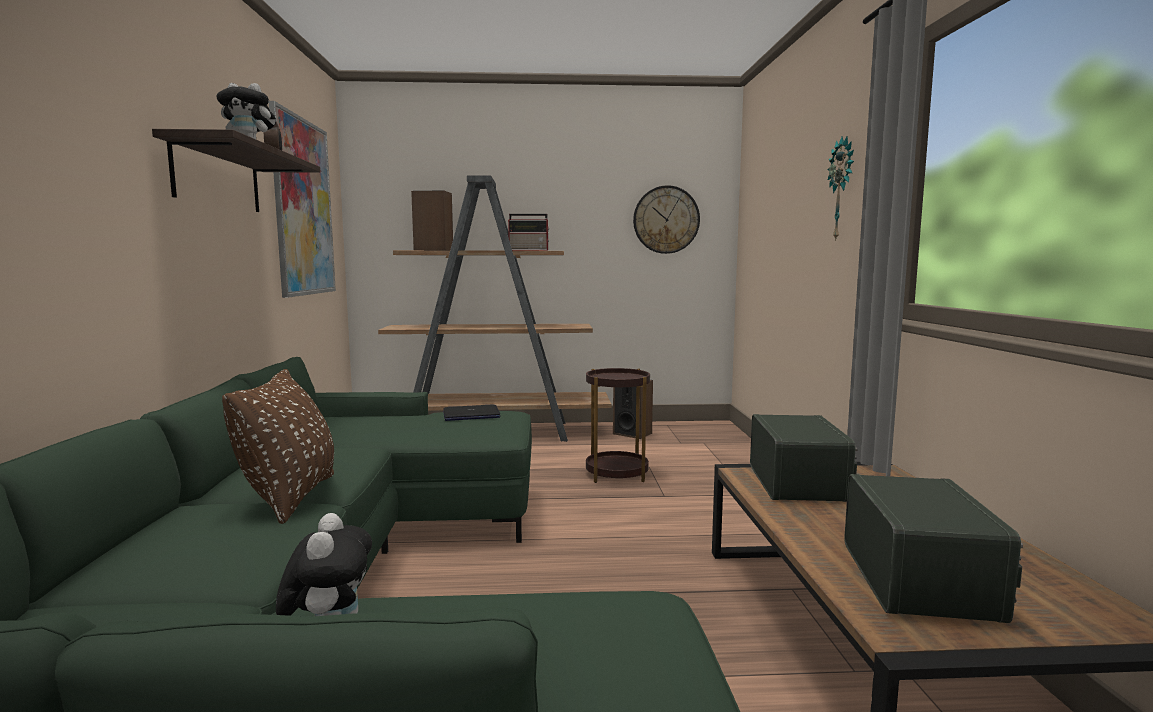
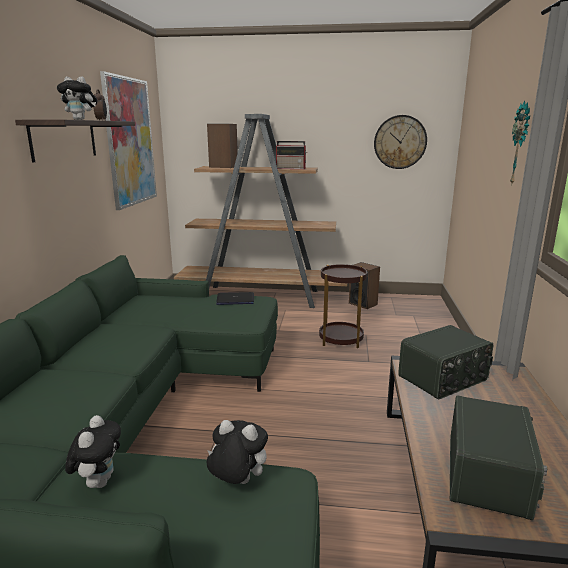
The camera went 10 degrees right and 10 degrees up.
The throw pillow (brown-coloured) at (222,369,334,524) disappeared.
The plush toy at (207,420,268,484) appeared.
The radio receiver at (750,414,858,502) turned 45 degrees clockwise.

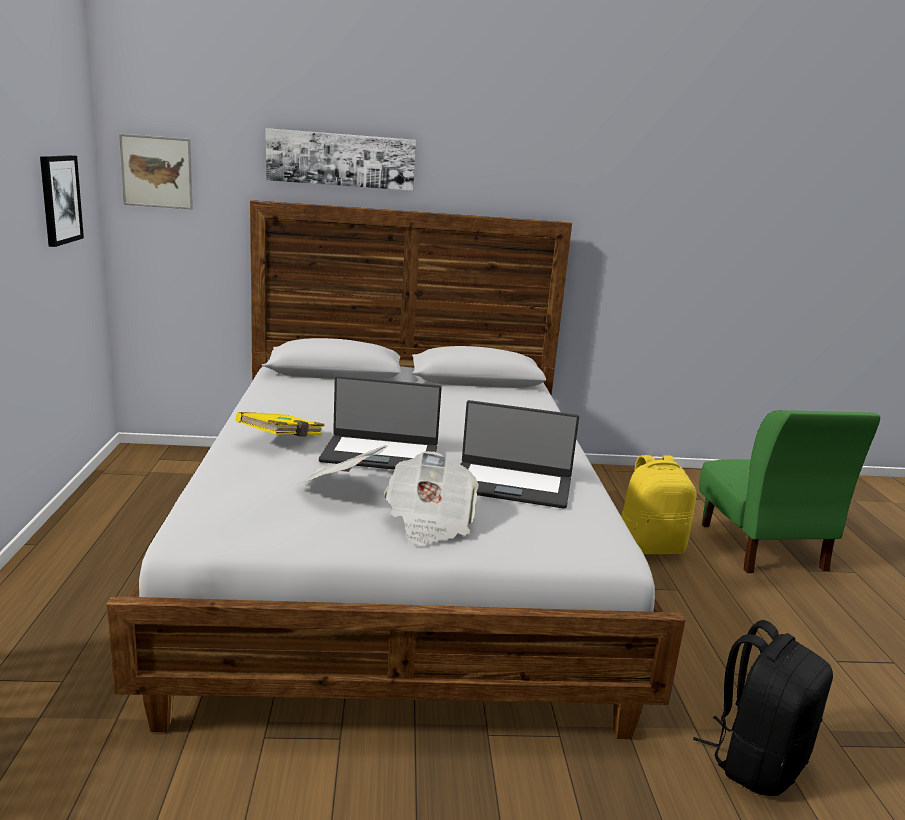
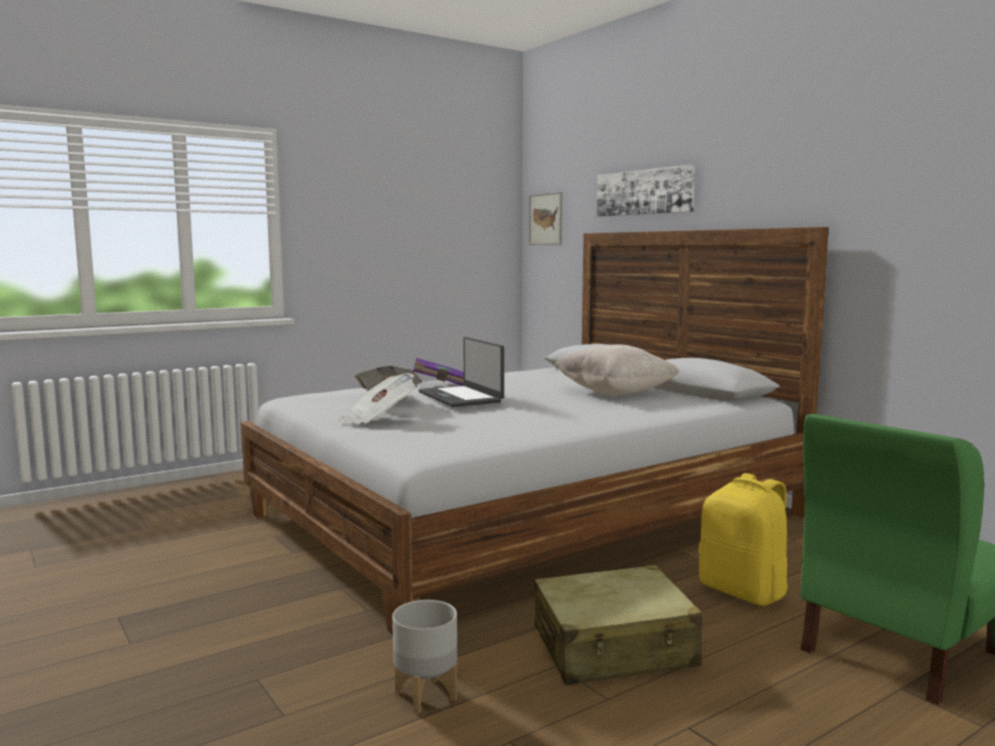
The camera went 60 degrees right and 10 degrees down.
The picture at (40,155,84,247) disappeared.
The portable computer at (460,400,579,509) disappeared.
The piece of luggage (sand-coloured) at (534,565,703,685) appeared.
The throw pillow (sand-coloured) at (554,344,679,395) appeared.
The knapsack (black-coloured) at (693,620,833,796) was replaced by the planter (grey) at (392,600,457,714).
The bound book (yellowish) at (236,412,325,437) became the bound book (purple-coloured) at (413,358,464,385).

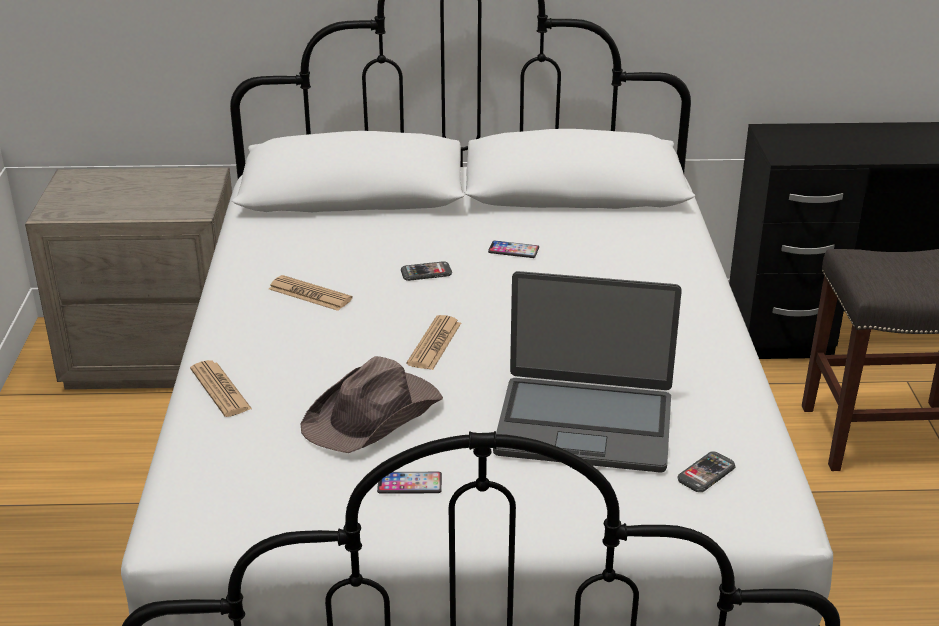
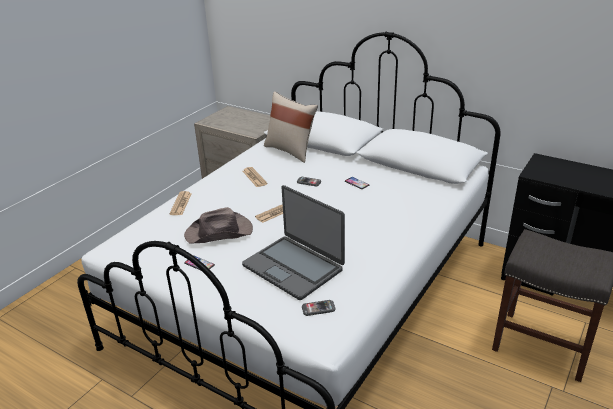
The camera went 35 degrees right and 0 degrees up.
The throw pillow (sand-coloured) at (264,91,318,163) appeared.

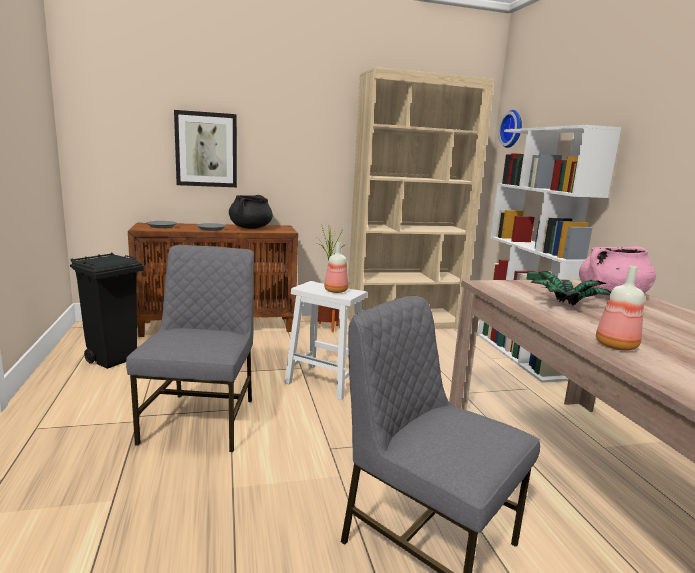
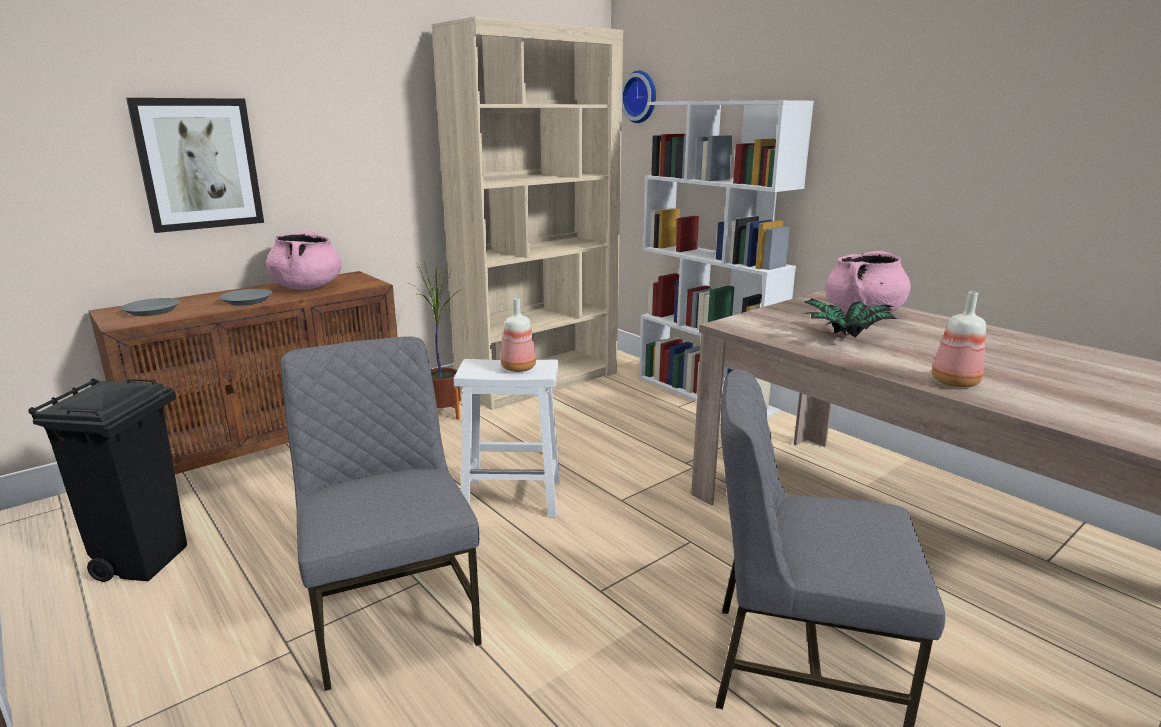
The camera went 25 degrees left and 5 degrees up.
The saucepot (black-coloured) at (229,195,273,229) became the saucepot (pink-coloured) at (266,230,341,290).

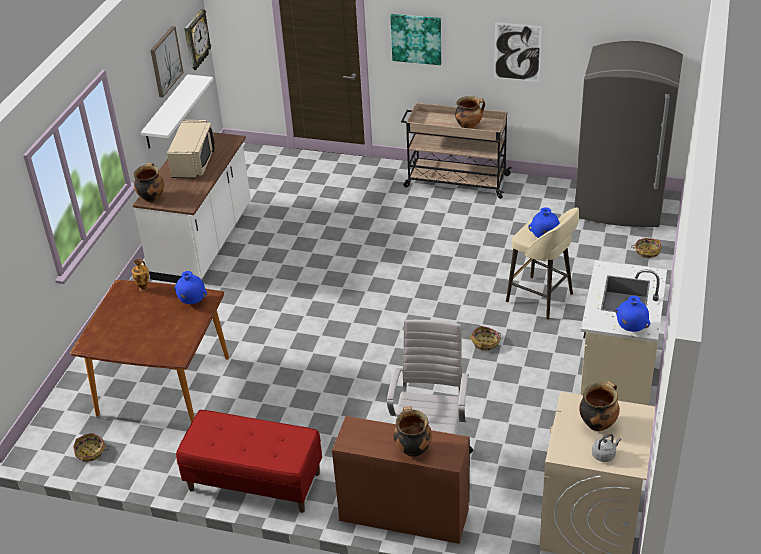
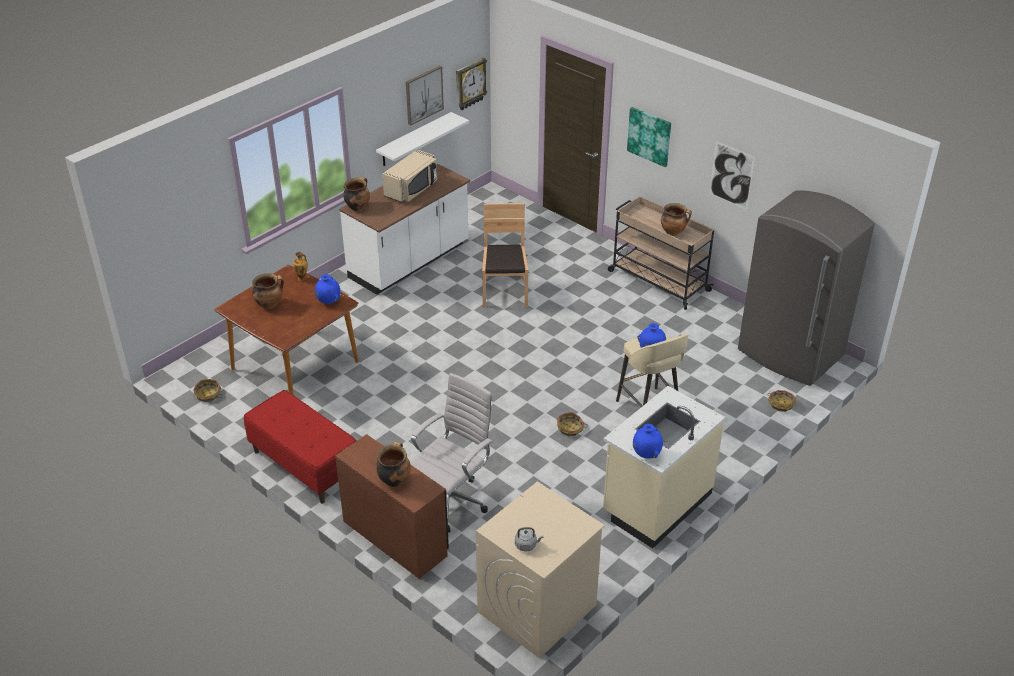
The camera went 25 degrees right and 0 degrees up.
The plain chair (brown-coloured) at (482,203,528,308) appeared.
The saucepot moved from (579,381,620,431) to (252,273,284,309).

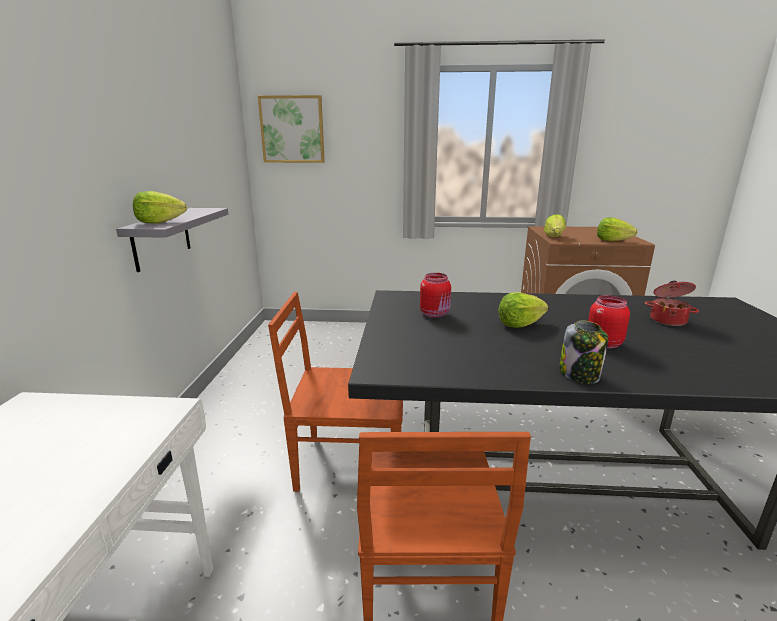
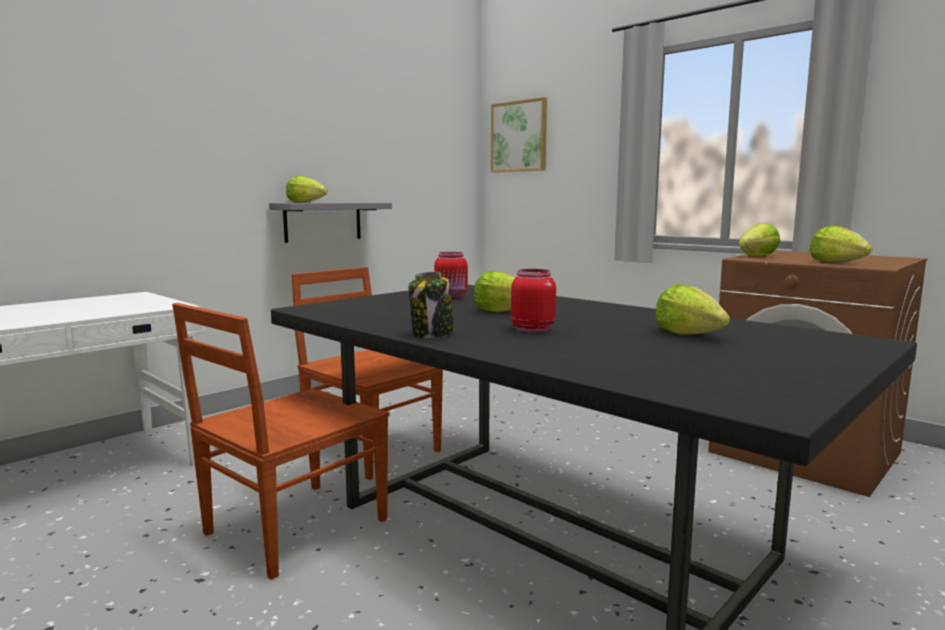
The camera went 40 degrees right and 10 degrees down.
The saucepot at (645,281,699,326) was replaced by the head of lettuce at (655,284,730,335).

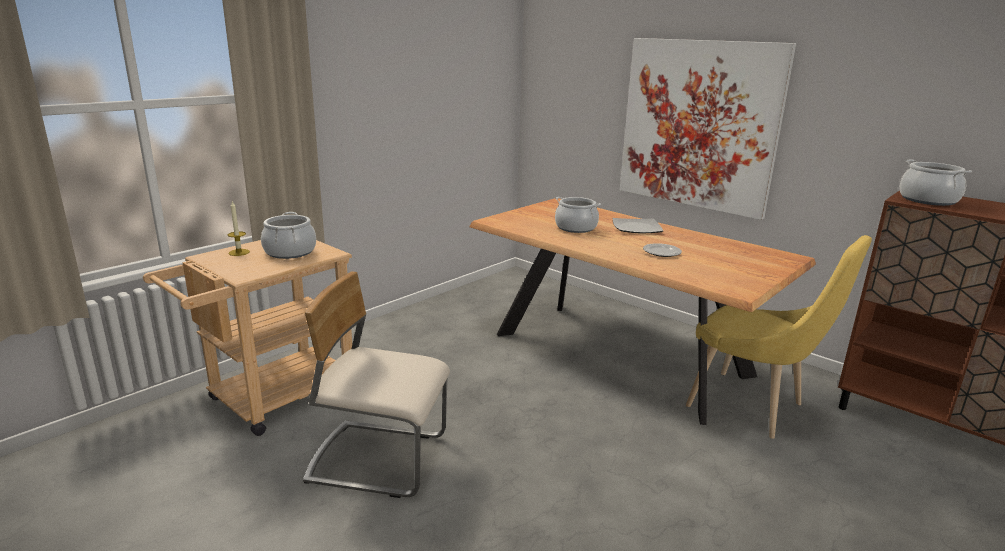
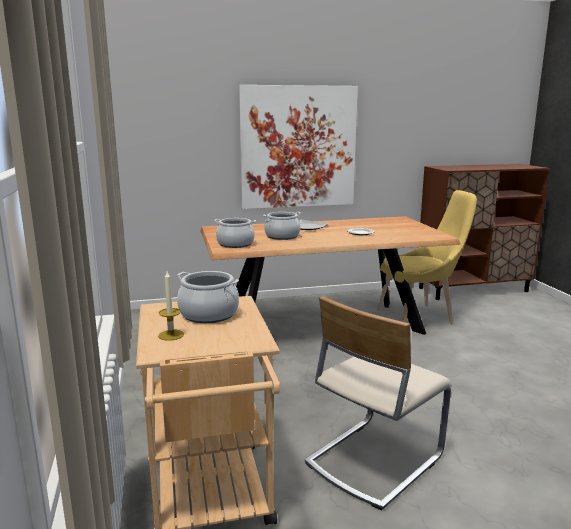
The camera went 55 degrees left and 5 degrees down.
The saucepot moved from (900,159,972,206) to (214,218,256,248).

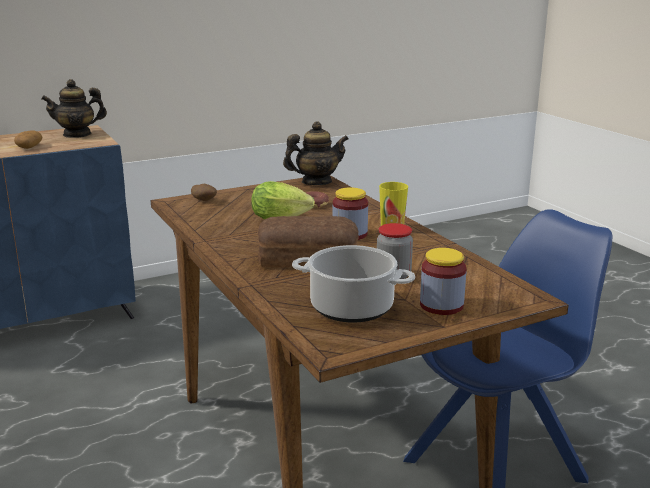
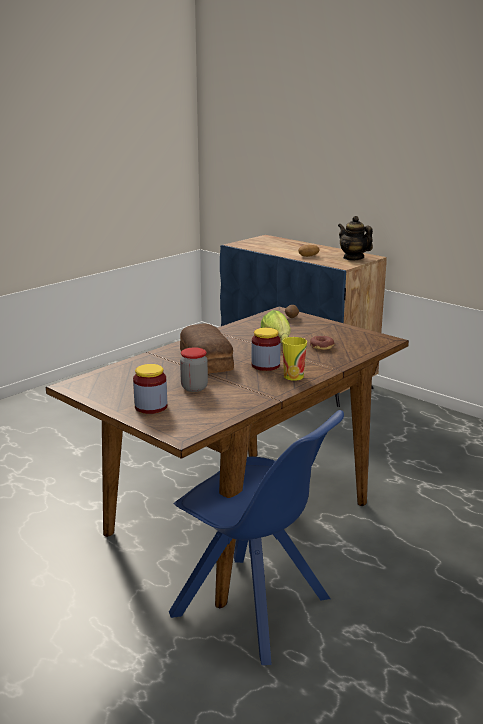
The camera went 70 degrees right and 0 degrees up.
The tea pot at (283,121,349,185) disappeared.
The saucepot at (292,245,415,323) disappeared.

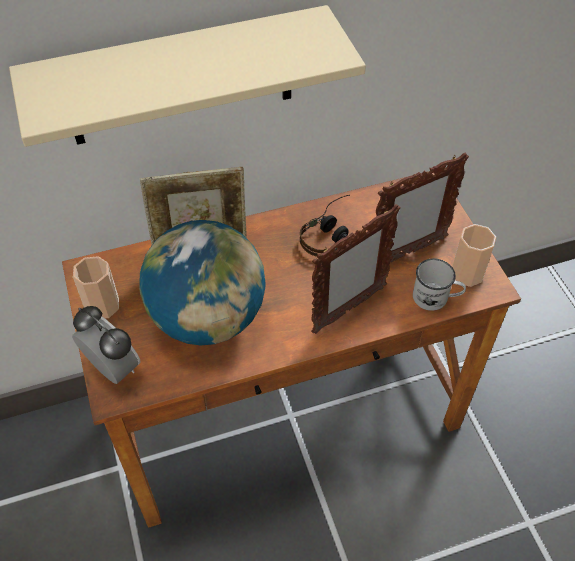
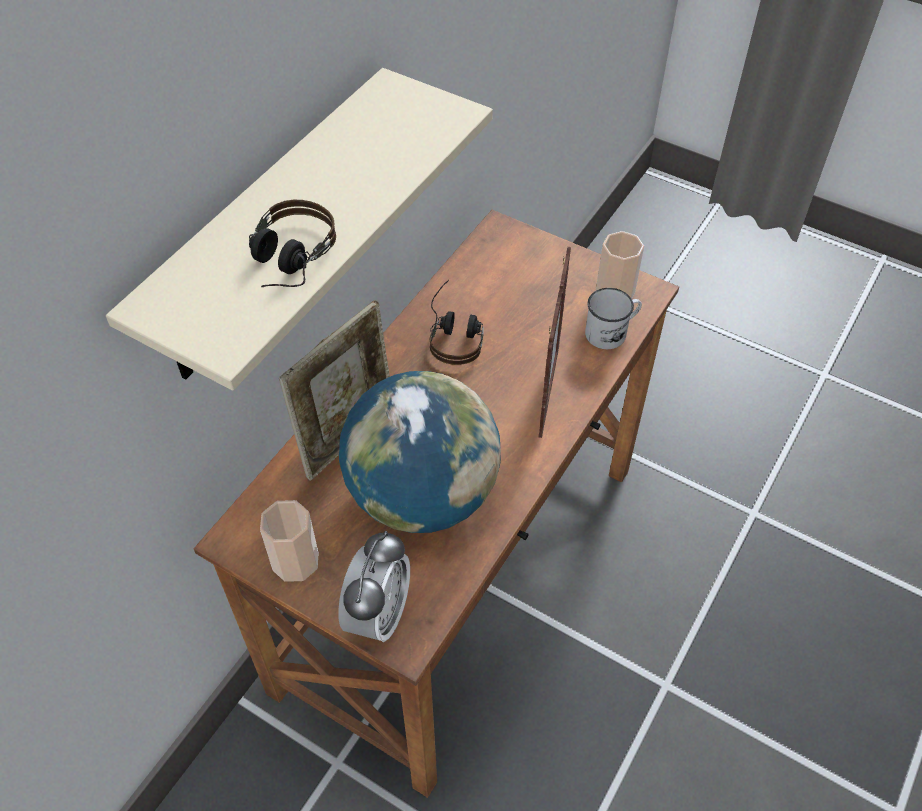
The camera went 40 degrees left and 0 degrees up.
The picture frame at (376,153,469,262) disappeared.
The headphones at (249,200,336,287) appeared.
The table clock at (72,306,141,384) turned 105 degrees clockwise.

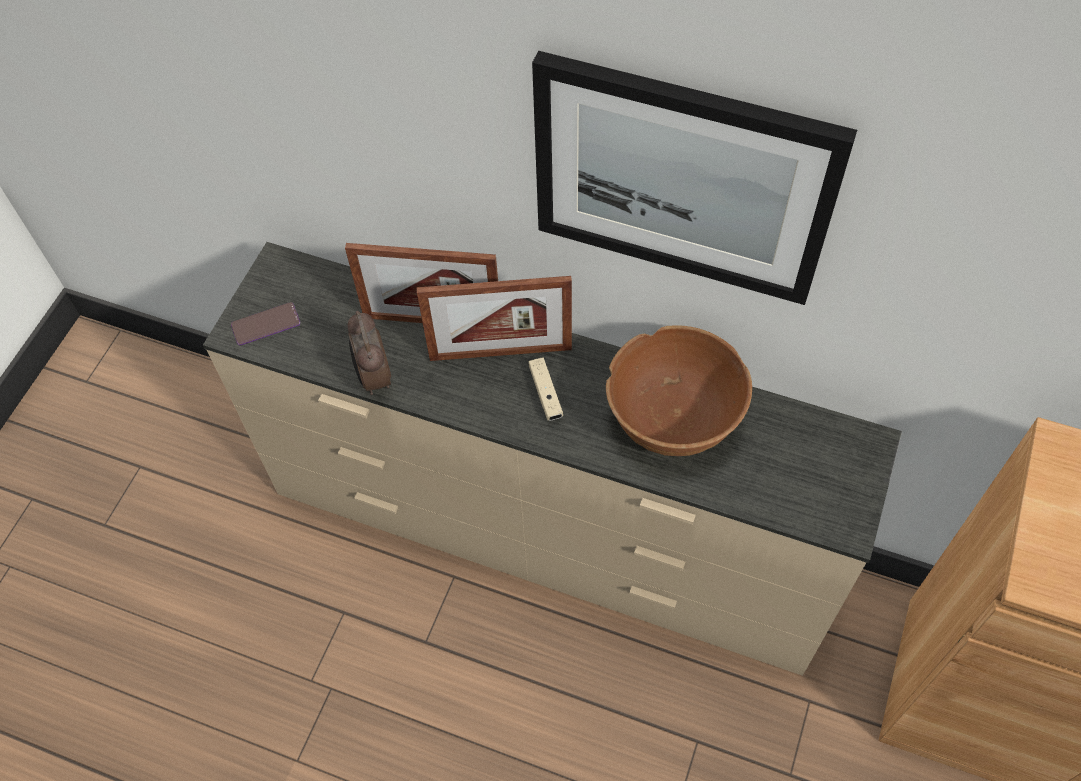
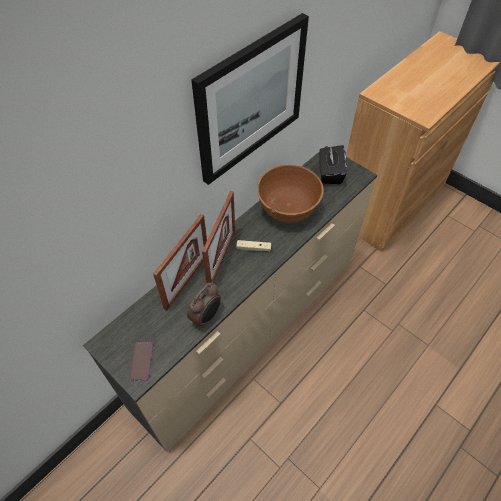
The camera went 70 degrees left and 5 degrees down.
The tissue box (black-coloured) at (319,145,347,184) appeared.
The table clock at (348,311,391,395) turned 60 degrees counterclockwise.

